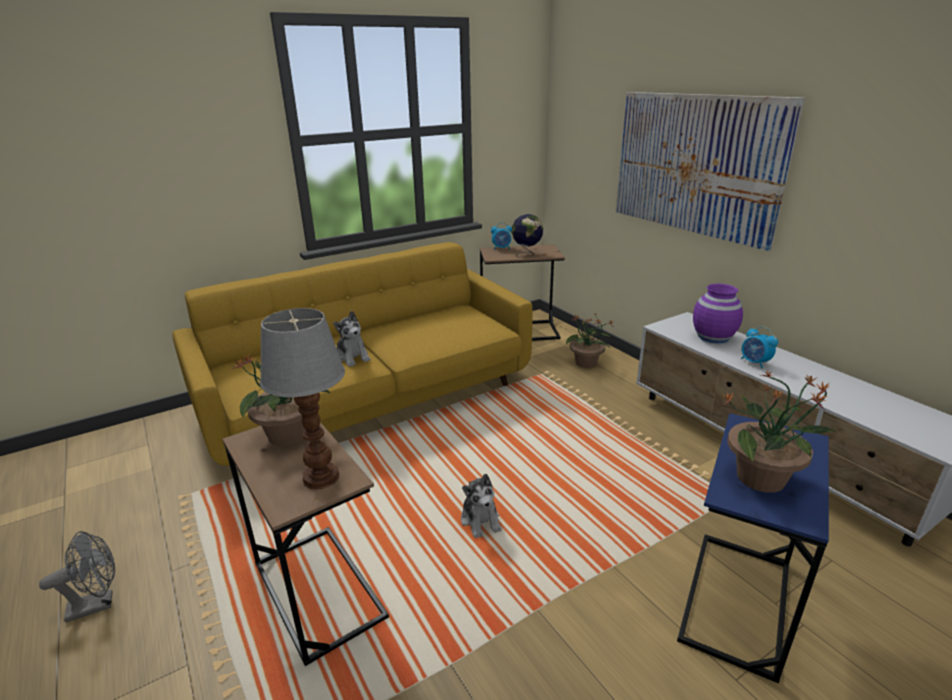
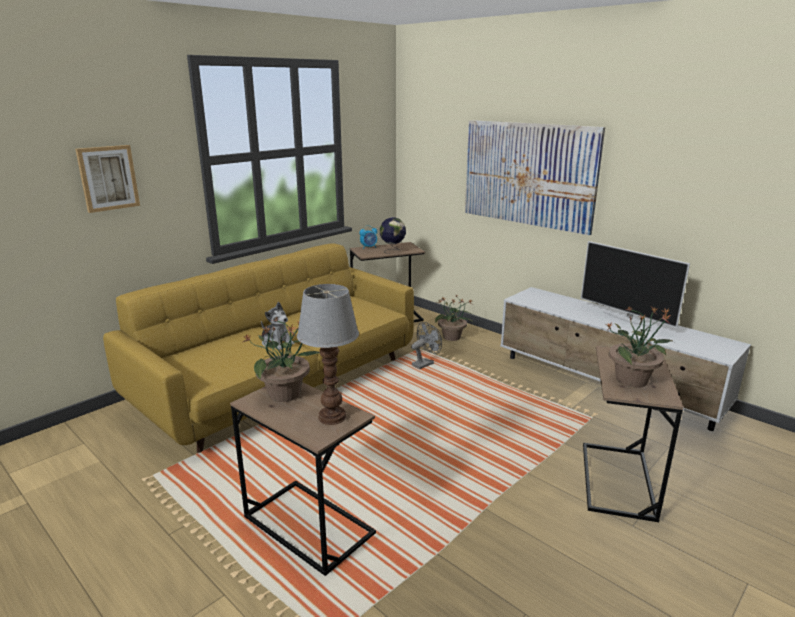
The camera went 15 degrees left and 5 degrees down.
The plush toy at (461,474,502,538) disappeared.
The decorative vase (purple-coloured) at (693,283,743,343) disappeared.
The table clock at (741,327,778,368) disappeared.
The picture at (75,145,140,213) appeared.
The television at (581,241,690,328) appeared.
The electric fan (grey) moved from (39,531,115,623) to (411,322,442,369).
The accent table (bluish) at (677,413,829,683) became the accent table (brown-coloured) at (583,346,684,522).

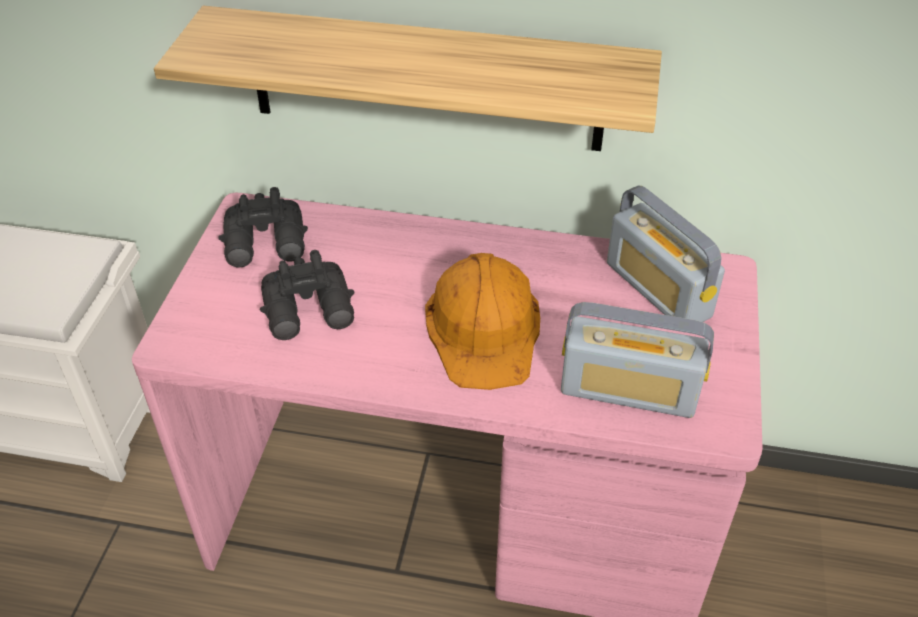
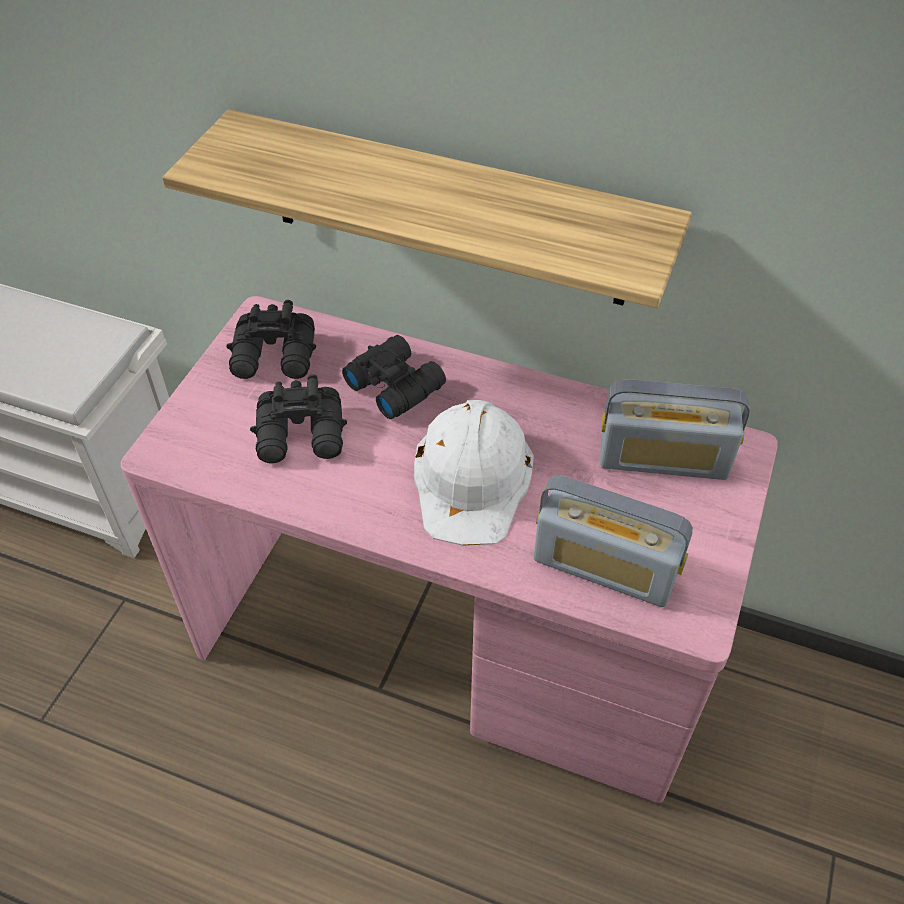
The camera went 10 degrees right and 5 degrees up.
The pair of binoculars (black-coloured) at (342,335,446,419) appeared.
The safety helmet (orangey) at (425,253,540,390) became the safety helmet (whitish) at (414,400,534,546).
The radio receiver at (607,186,725,322) turned 60 degrees counterclockwise.

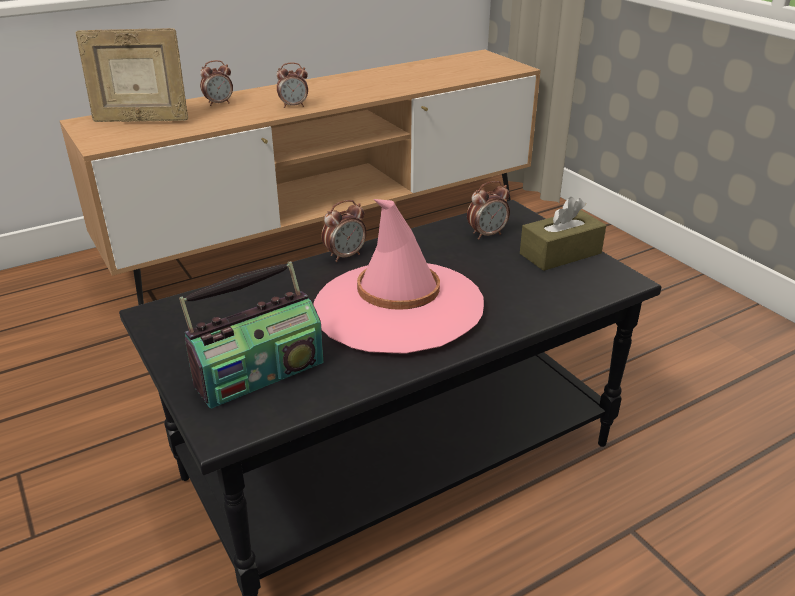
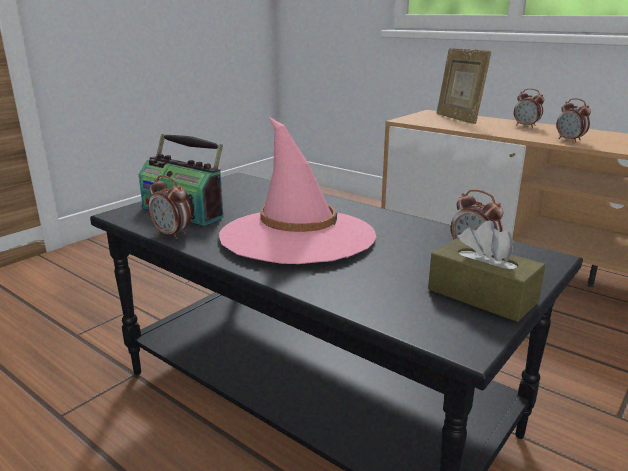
The camera went 70 degrees right and 10 degrees down.
The table clock moved from (321,200,367,262) to (149,175,191,239).

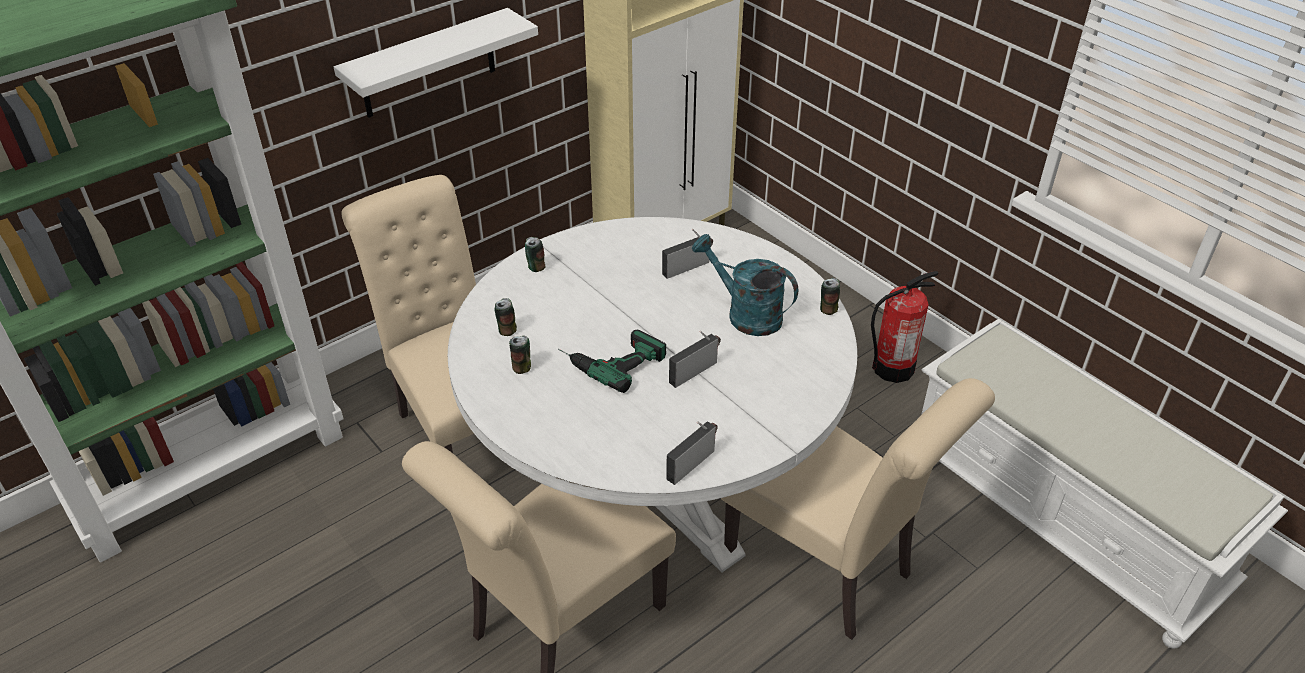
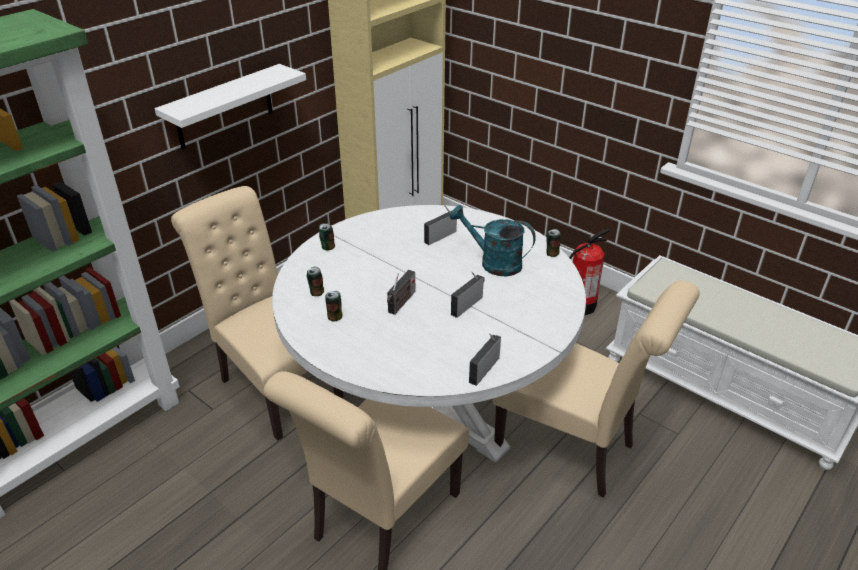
The camera went 10 degrees left and 5 degrees down.
The drill at (558,330,666,393) was replaced by the radio receiver at (387,270,415,315).

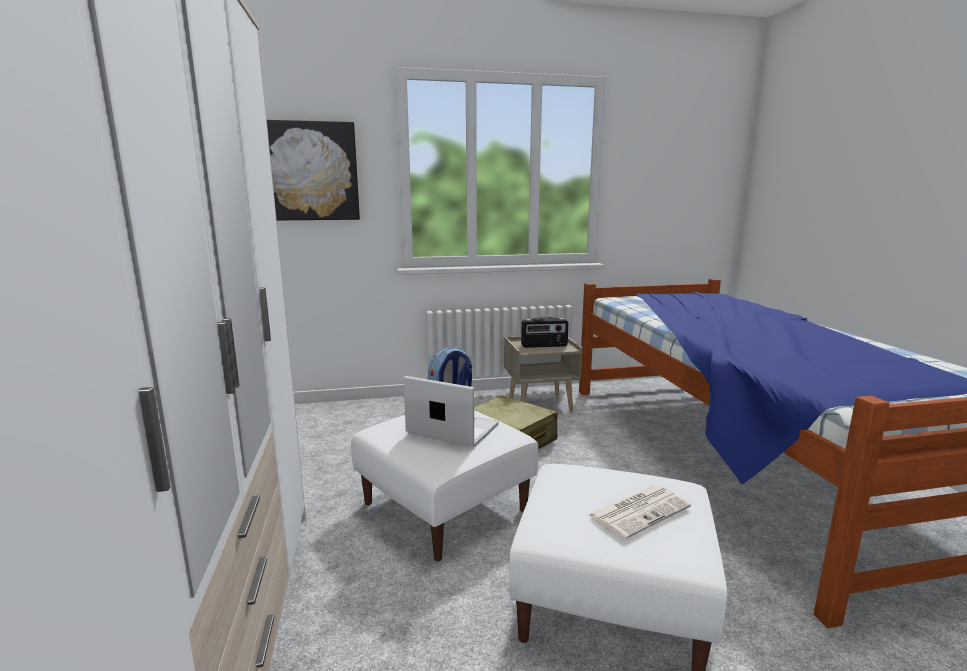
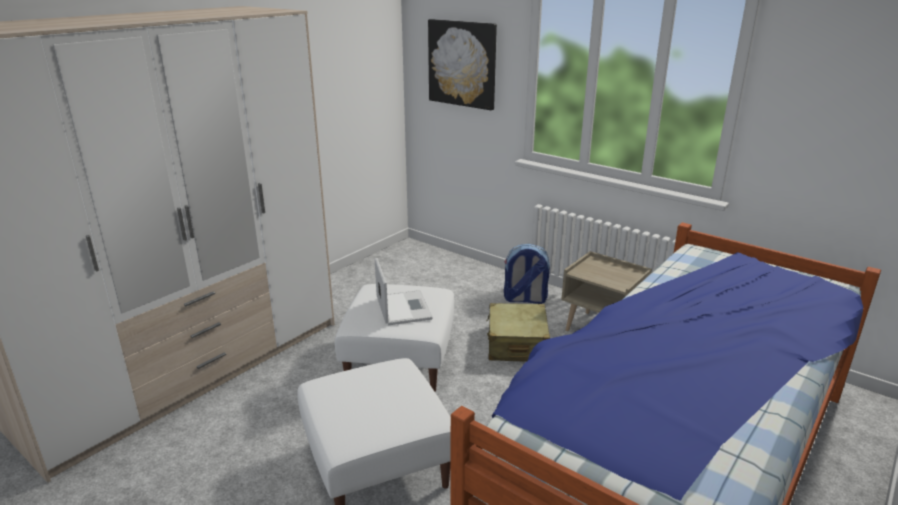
The camera went 50 degrees right and 10 degrees up.
The radio receiver at (521,317,568,348) disappeared.
The printed paper at (588,485,691,540) disappeared.

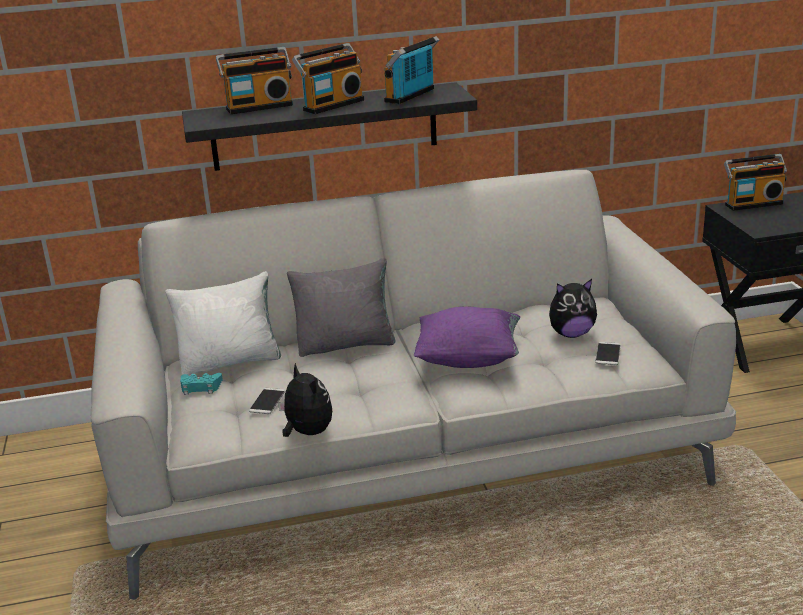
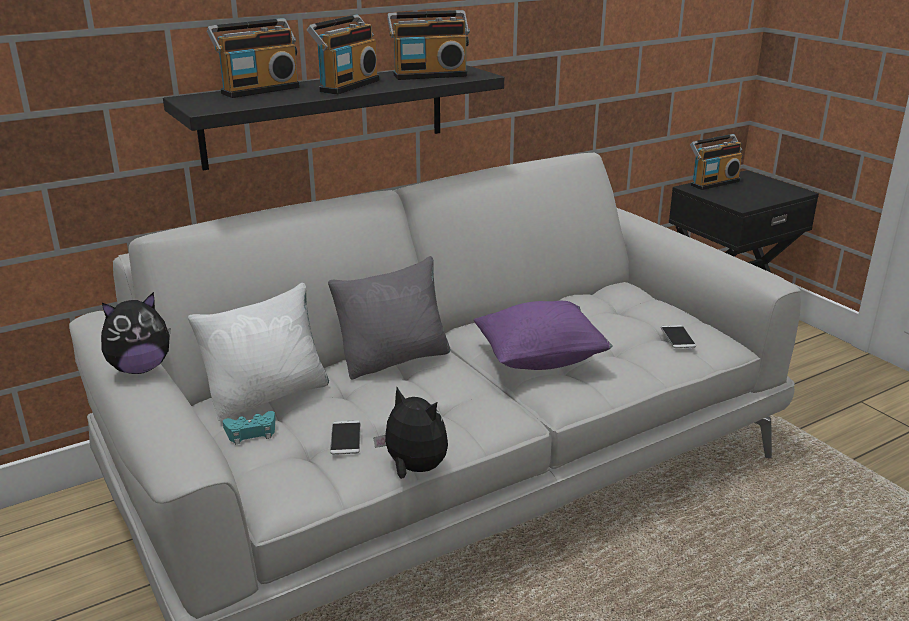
The camera went 20 degrees left and 0 degrees up.
The plush toy moved from (549,279,597,338) to (101,292,170,374).
The radio receiver at (384,36,439,104) turned 120 degrees counterclockwise.

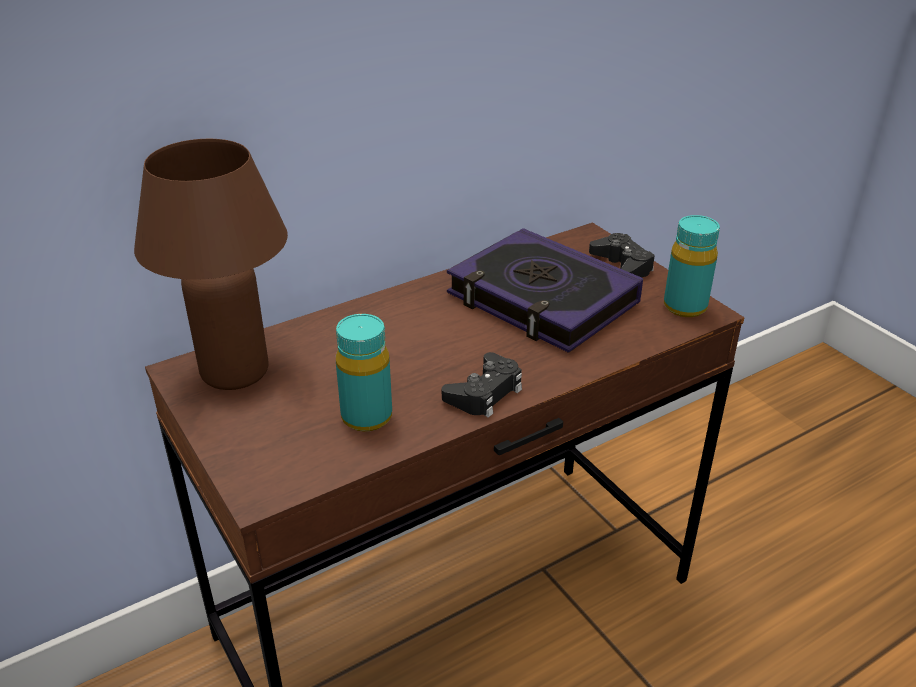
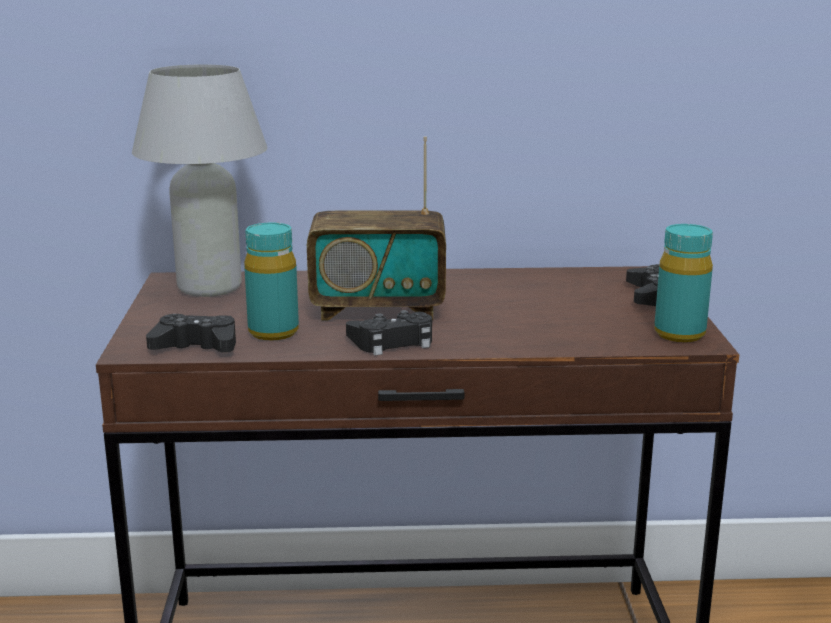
The camera went 30 degrees right and 15 degrees down.
The bound book at (447,228,643,353) disappeared.
The game controller (black-coloured) at (146,314,236,353) appeared.
The radio receiver at (307,137,446,320) appeared.
The table lamp (brown-coloured) at (134,139,288,390) became the table lamp (whitish) at (132,64,267,297).

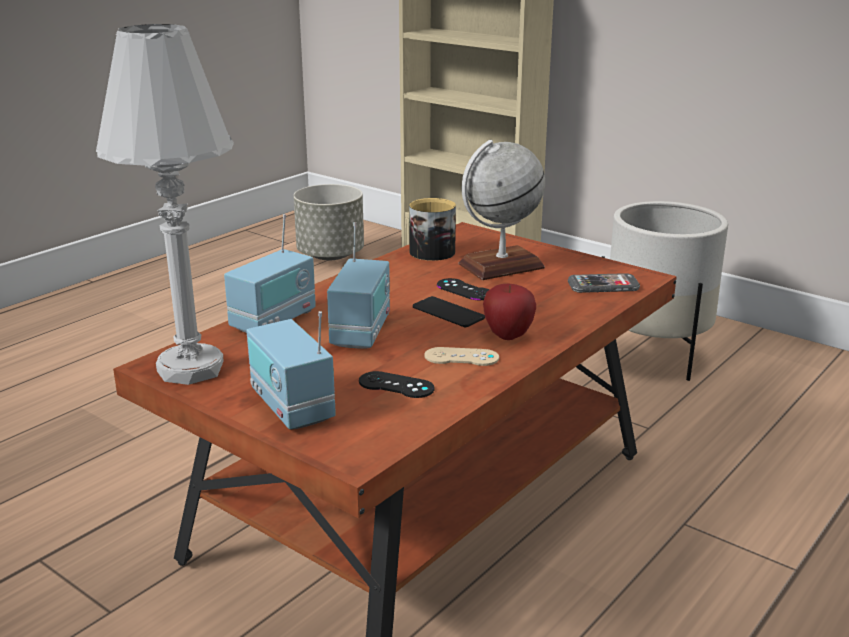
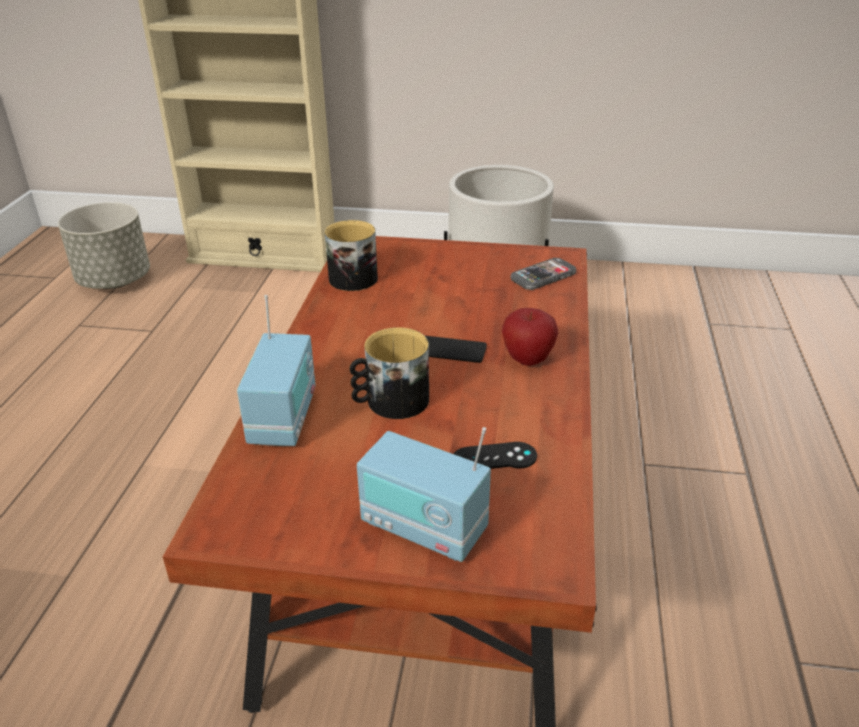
The camera went 30 degrees left and 10 degrees up.
The table lamp (whitish) at (96,24,234,385) disappeared.
The game controller (sand-coloured) at (425,347,499,366) disappeared.
The game controller (black-coloured) at (437,278,489,300) disappeared.
The globe at (459,140,545,280) disappeared.
The radio receiver at (327,222,390,349) was replaced by the coffee mug at (349,327,429,419).

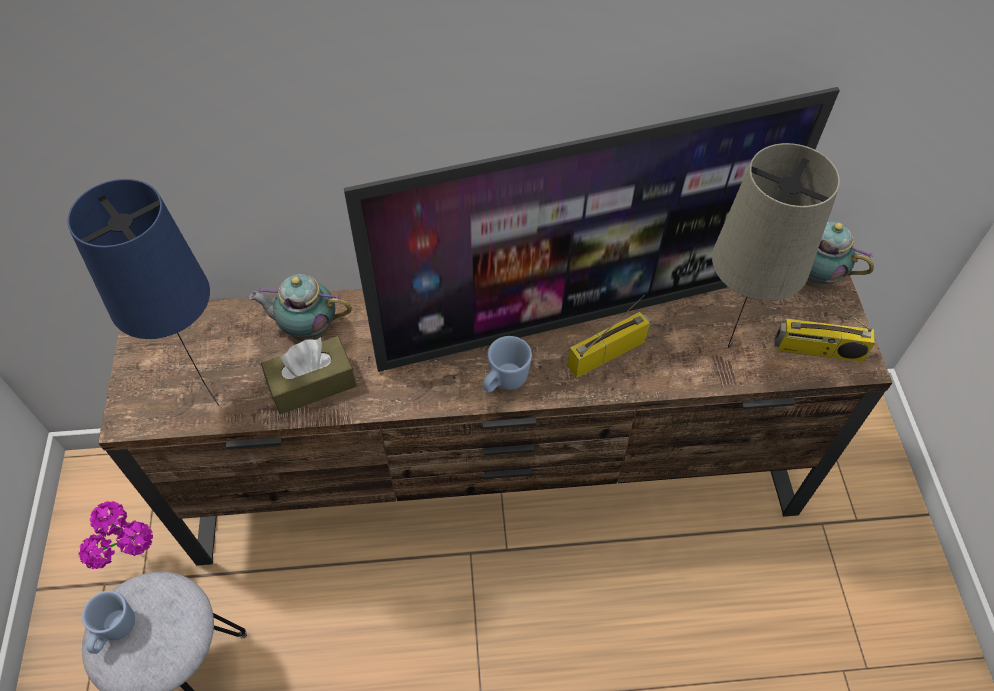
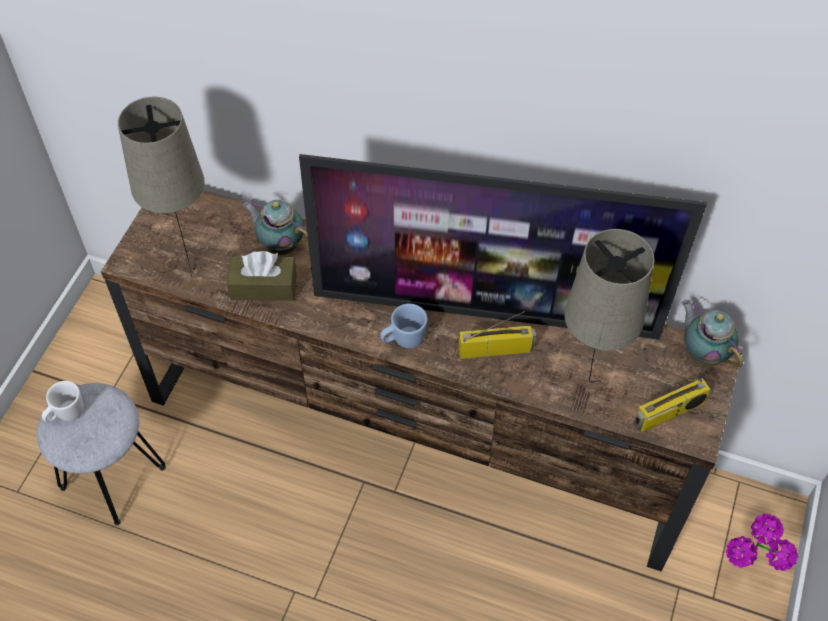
The camera went 25 degrees right and 0 degrees up.
The plant in a pot moved from (78,501,153,569) to (726,514,798,571).
The table lamp (bluish) at (68,179,219,406) became the table lamp (sand-coloured) at (118,97,205,277).
The coffee mug (bluish) at (82,591,135,654) became the coffee mug (whitish) at (42,381,84,423).
The radio receiver at (774,290,875,362) turned 60 degrees counterclockwise.

